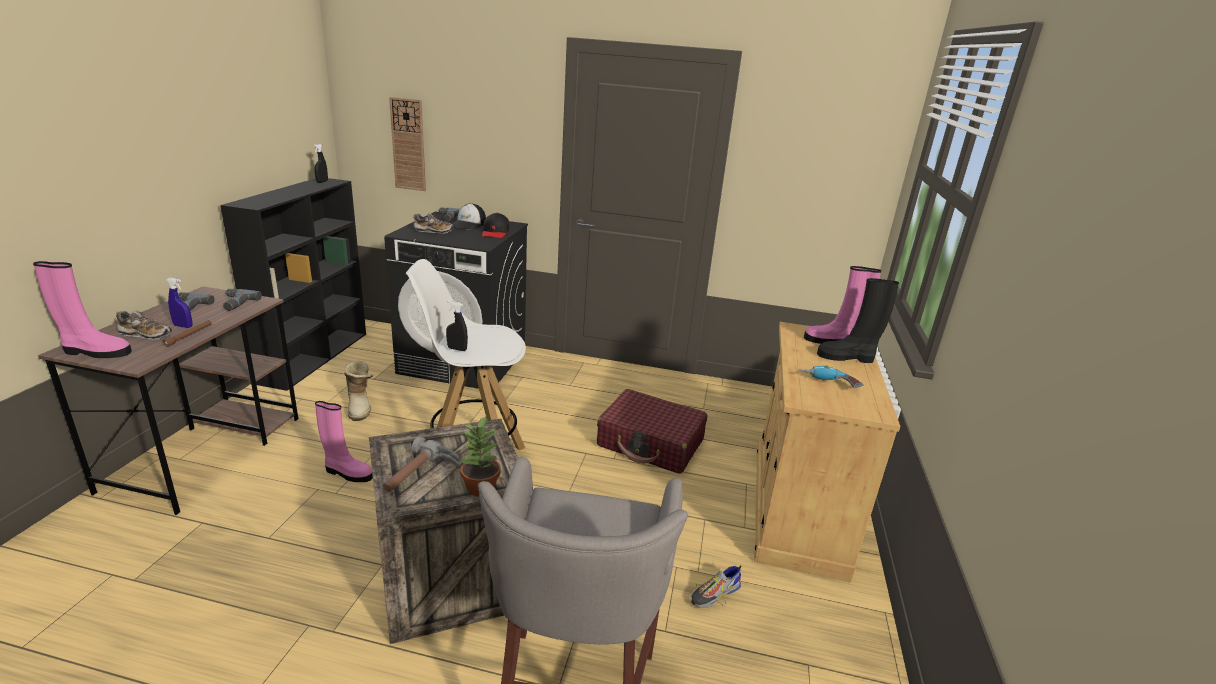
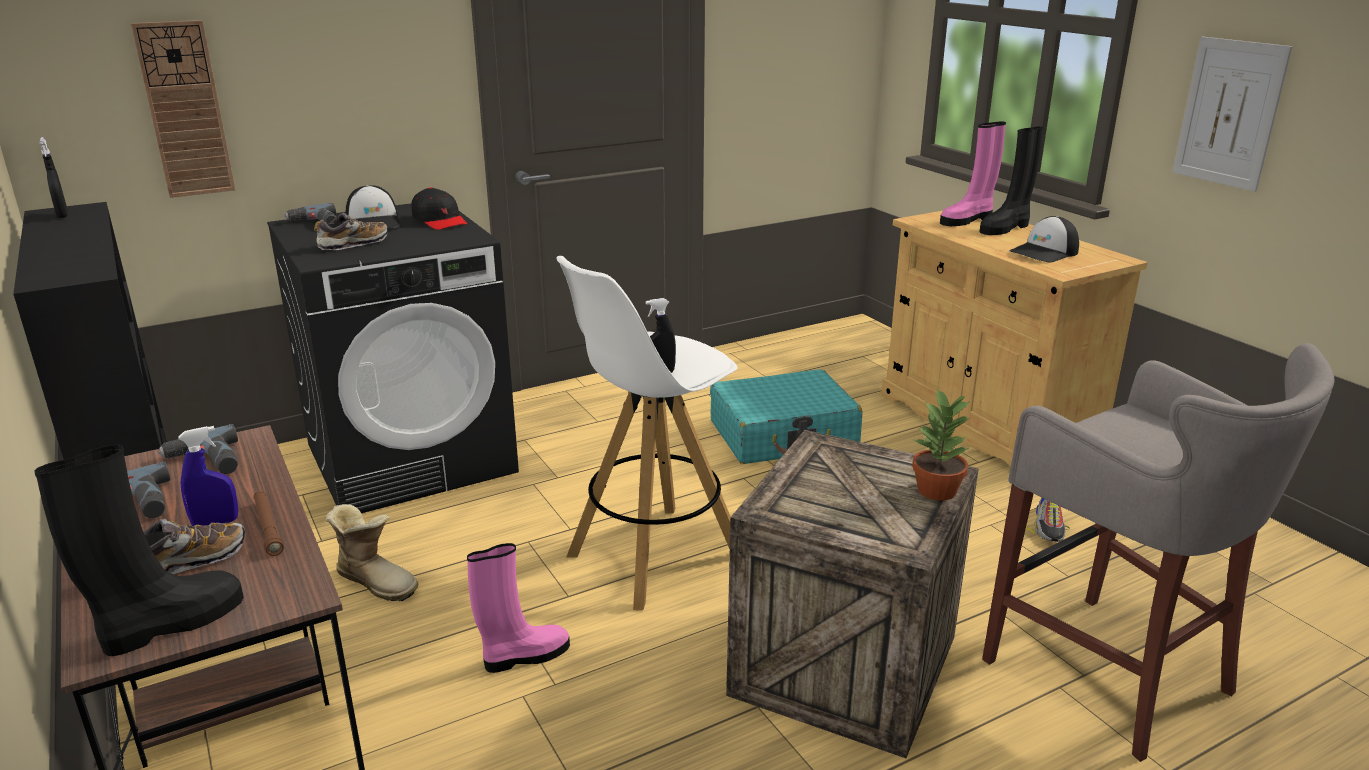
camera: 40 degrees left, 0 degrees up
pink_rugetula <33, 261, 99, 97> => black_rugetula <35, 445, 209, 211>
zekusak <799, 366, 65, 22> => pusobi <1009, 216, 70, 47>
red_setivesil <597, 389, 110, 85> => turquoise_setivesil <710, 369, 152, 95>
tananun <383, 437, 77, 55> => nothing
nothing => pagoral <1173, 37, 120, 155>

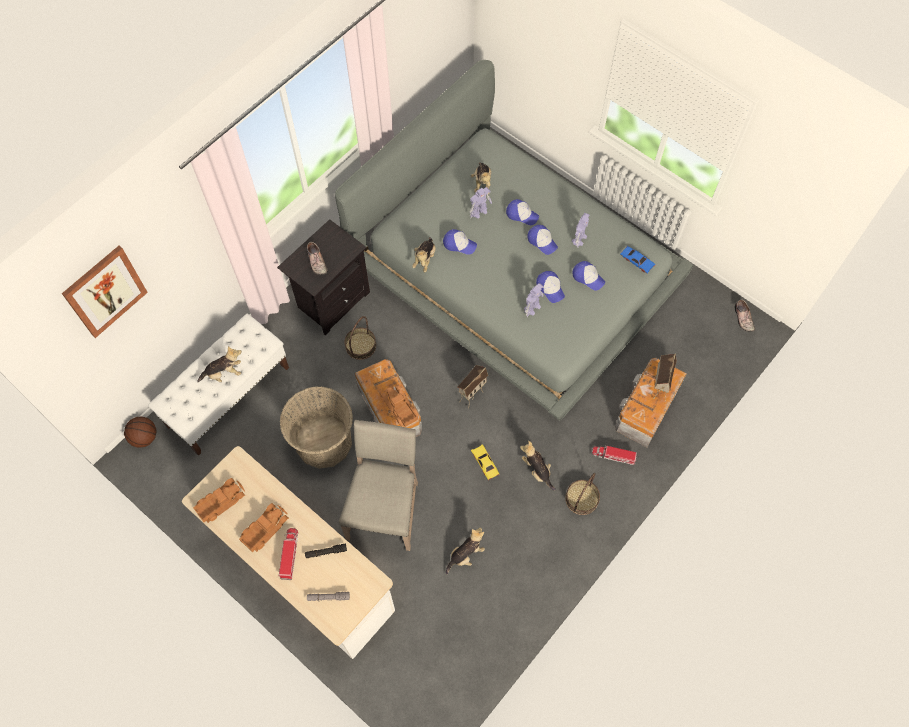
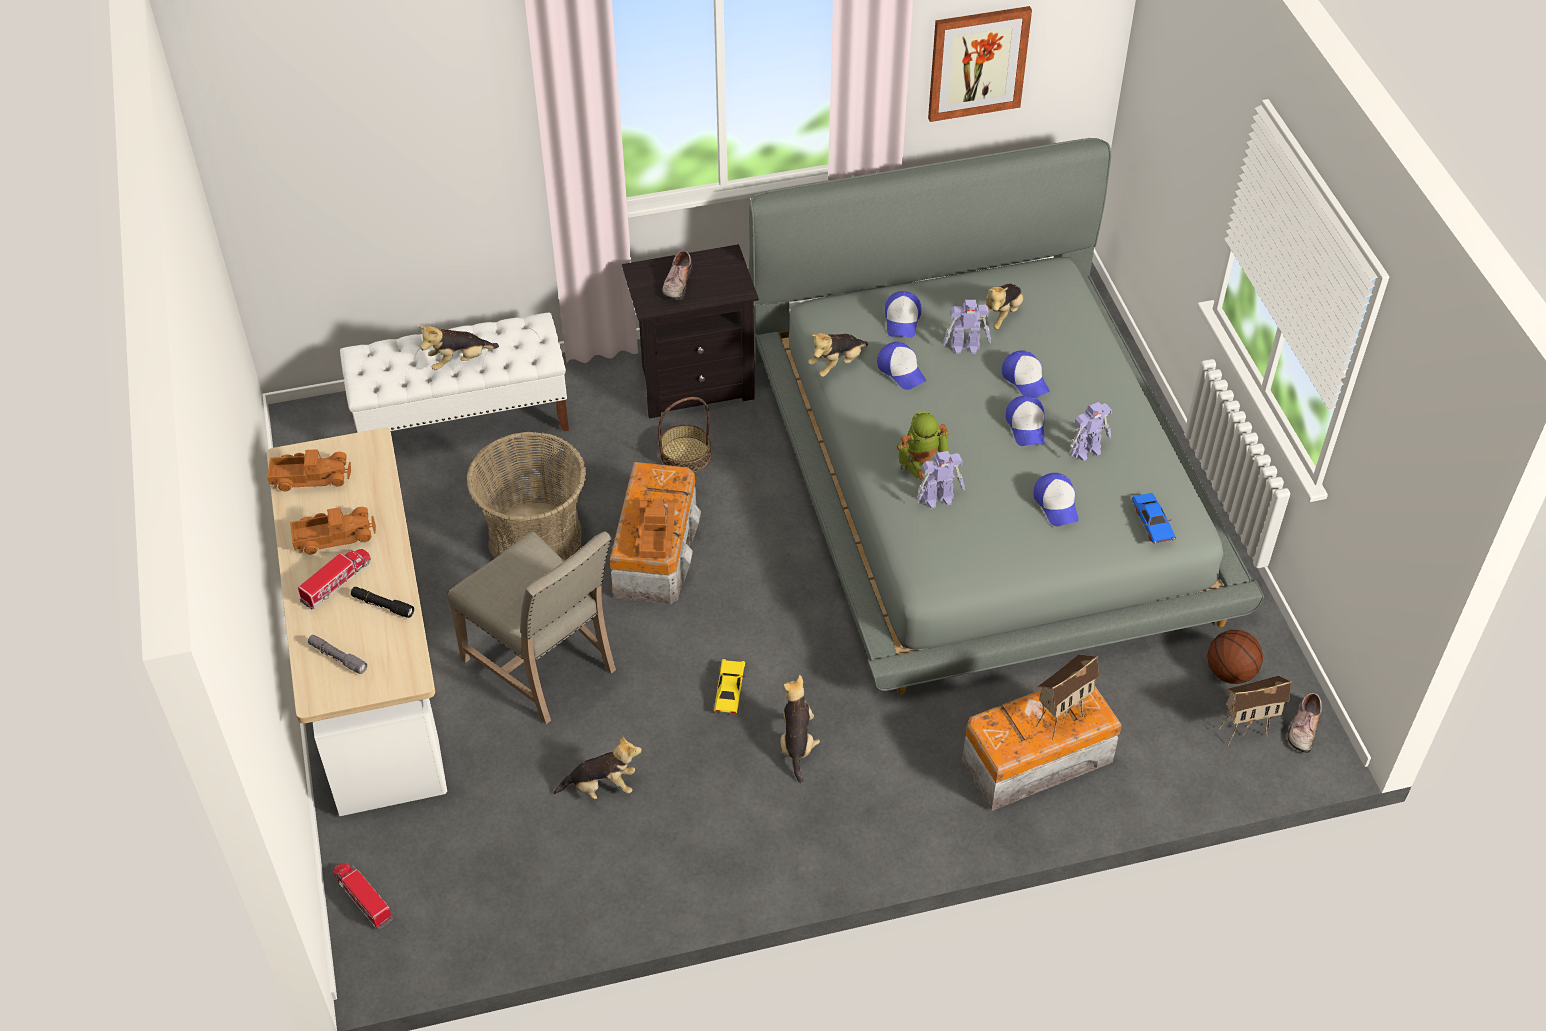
camera: 35 degrees right, 15 degrees down
pagoral <62, 246, 86, 92> => pagoral <928, 6, 104, 116>, moved
pusobi <536, 271, 29, 32> => pusobi <885, 291, 37, 47>, moved
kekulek <197, 346, 45, 36> => kekulek <419, 326, 80, 44>, 135 degrees clockwise
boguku <457, 365, 31, 44> => boguku <1218, 676, 74, 69>, moved
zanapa <124, 417, 33, 31> => zanapa <1207, 630, 56, 54>, moved
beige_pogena <339, 420, 79, 131> => beige_pogena <447, 531, 169, 193>, 90 degrees clockwise
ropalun <592, 445, 45, 20> => ropalun <333, 863, 60, 66>, moved
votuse <565, 473, 35, 42> => nothing
nothing => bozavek <897, 411, 52, 69>

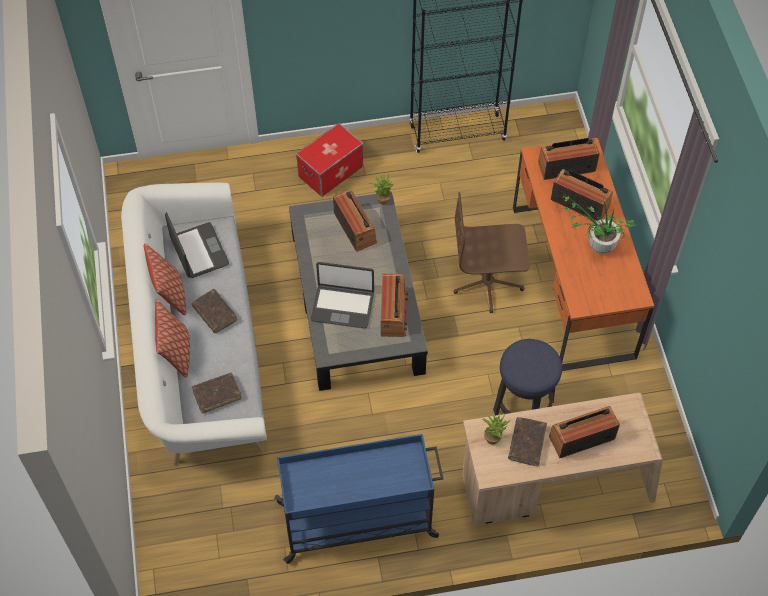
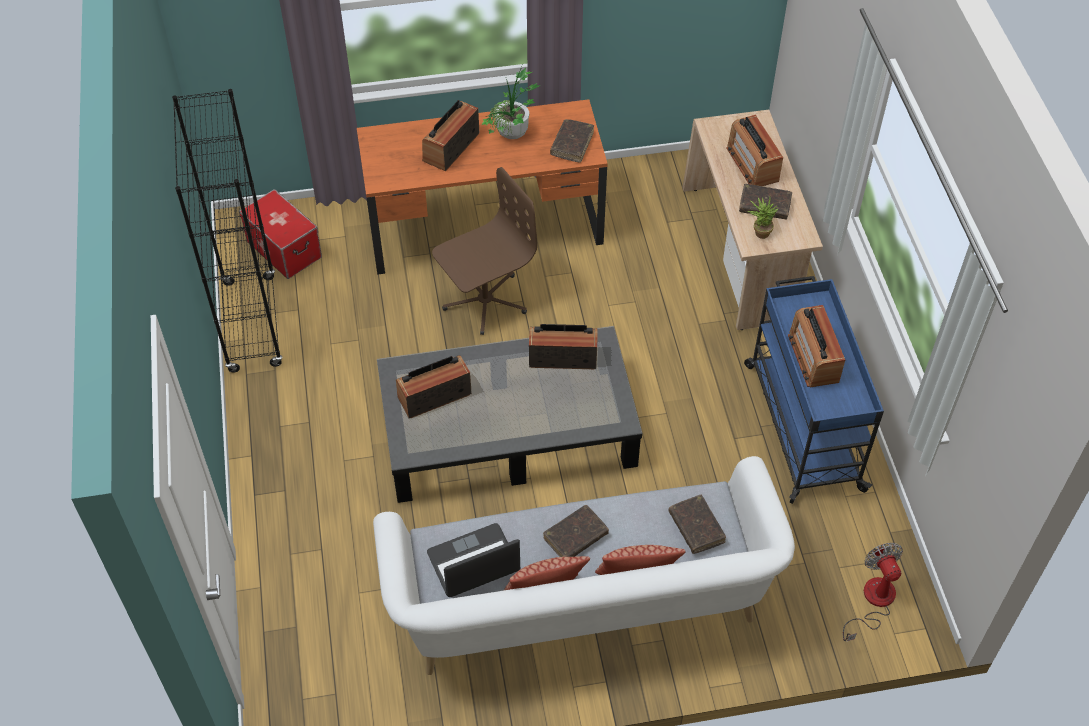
camera: 90 degrees left, 5 degrees down
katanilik <296, 123, 67, 74> => katanilik <240, 189, 82, 90>, moved
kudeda <538, 138, 62, 42> => kudeda <788, 305, 57, 82>, moved
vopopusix <369, 173, 25, 32> => nothing
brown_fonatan <453, 192, 77, 121> => brown_fonatan <432, 167, 105, 168>, 120 degrees counterclockwise
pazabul <311, 262, 63, 66> => nothing
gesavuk <493, 339, 69, 77> => nothing
nothing => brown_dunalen <550, 119, 44, 44>
nothing => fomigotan <843, 543, 60, 98>

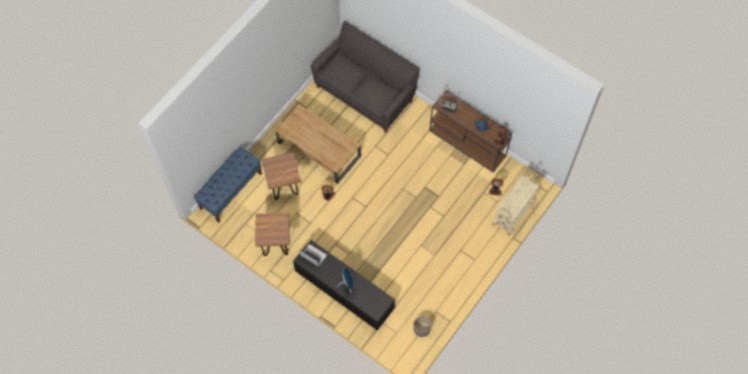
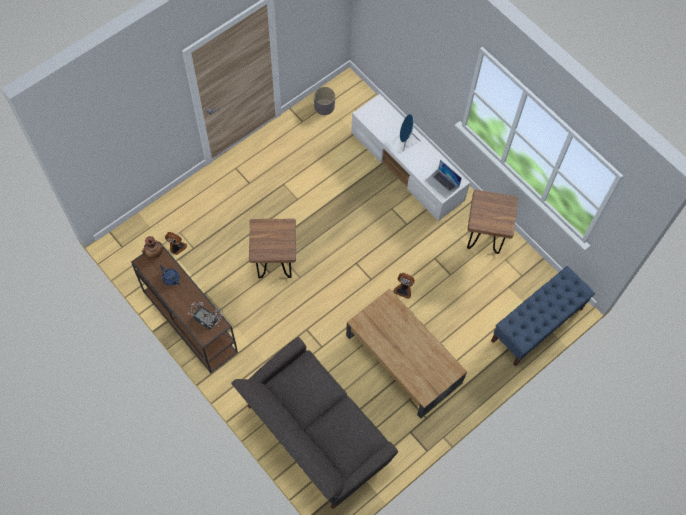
camera: 170 degrees left, 0 degrees up
brown_gesavuk <262, 152, 39, 48> => brown_gesavuk <249, 219, 47, 59>, moved
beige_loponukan <492, 174, 47, 61> => nothing
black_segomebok <293, 240, 102, 91> => white_segomebok <351, 94, 119, 127>

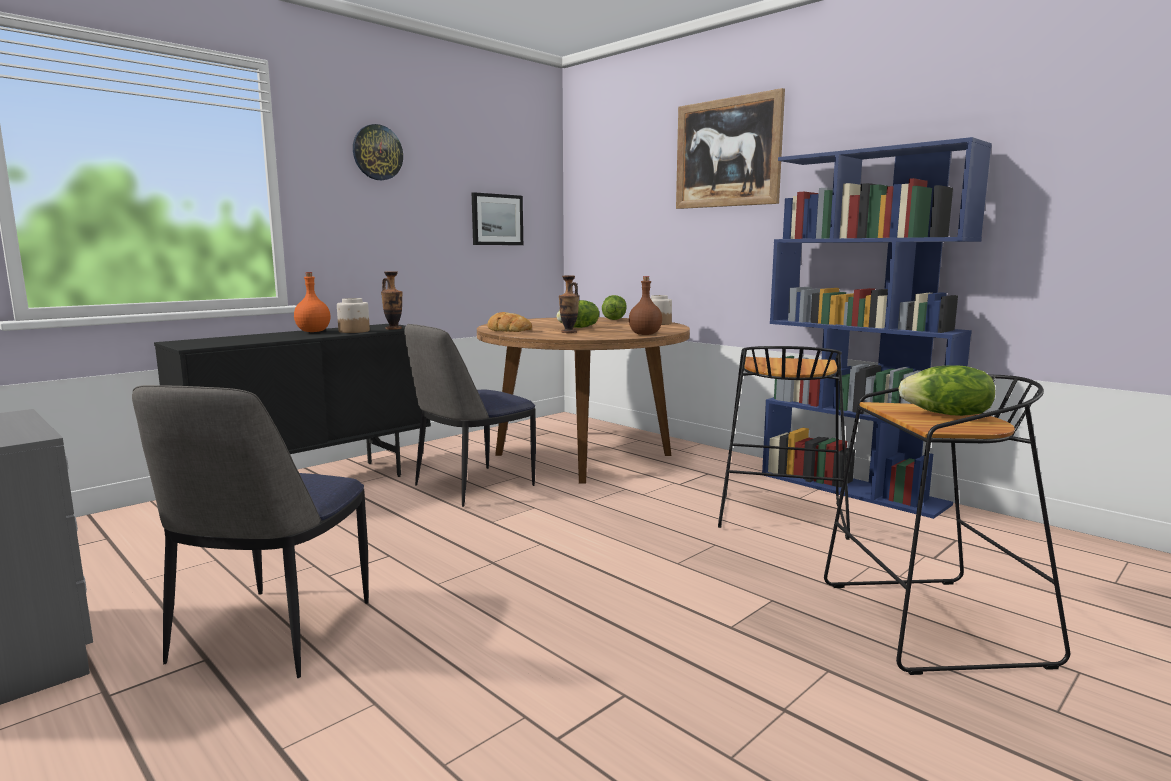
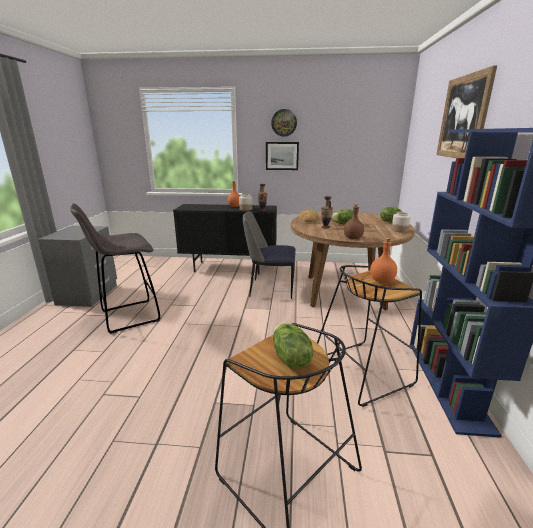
camera: 50 degrees right, 10 degrees up
pagoral <472, 192, 51, 53> => pagoral <266, 142, 33, 28>, moved
pogena <132, 385, 237, 293> => grey_gesavuk <70, 203, 90, 131>
nothing => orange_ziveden <370, 238, 27, 45>

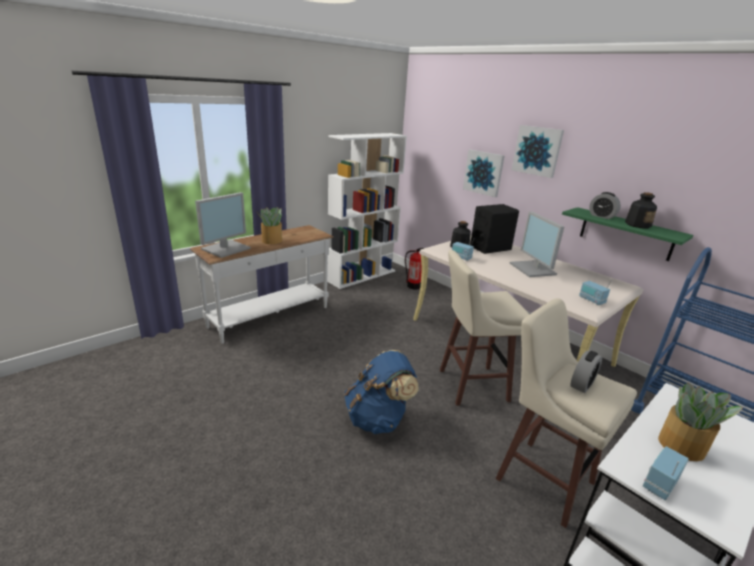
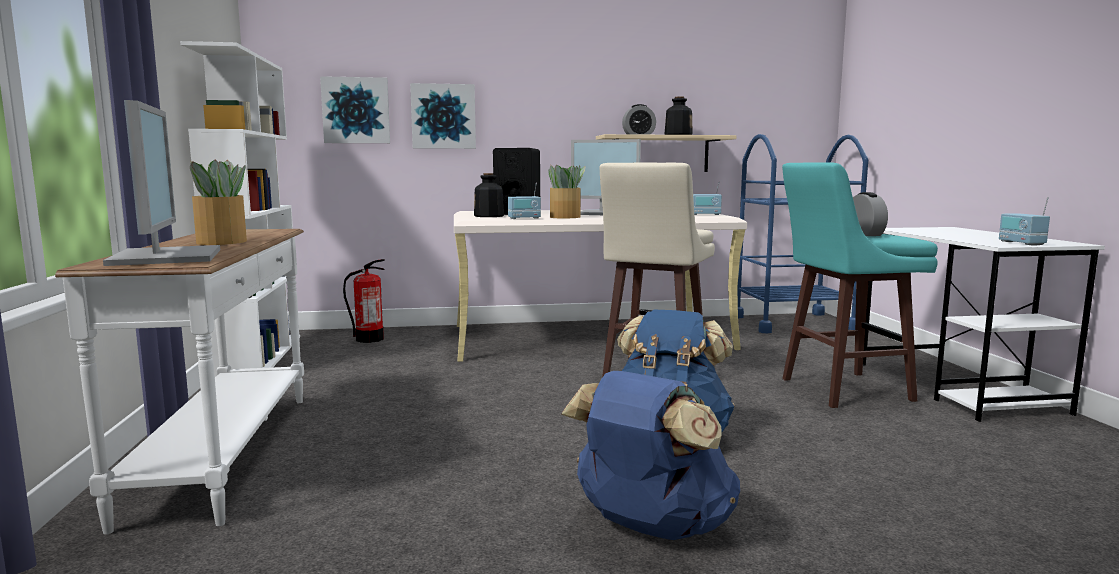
camera: 55 degrees left, 15 degrees down
pagoral <512, 125, 52, 53> => pagoral <320, 76, 70, 67>, moved
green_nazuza <562, 207, 132, 54> => beige_nazuza <596, 134, 141, 38>
beige_gesavuk <496, 298, 141, 230> => turquoise_gesavuk <782, 162, 156, 246>
vopopusix <658, 383, 85, 78> => vopopusix <548, 165, 37, 53>, moved
nothing => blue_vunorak <561, 371, 179, 169>

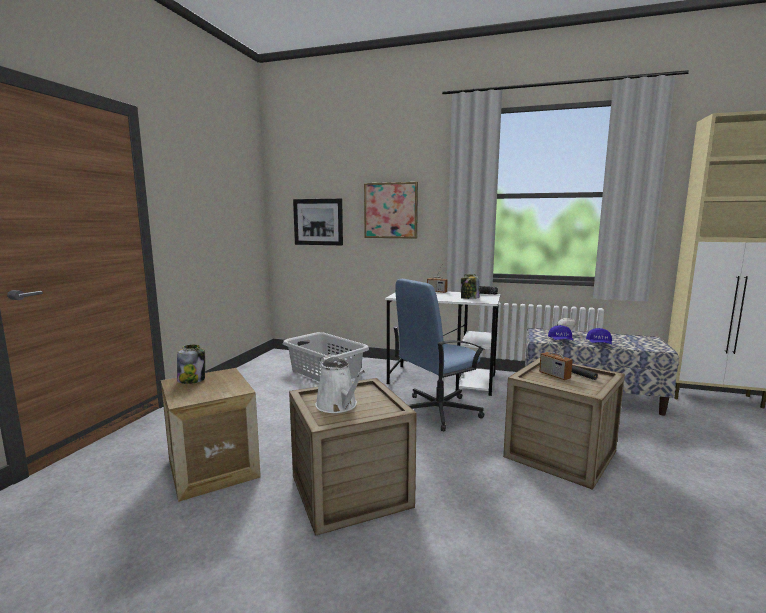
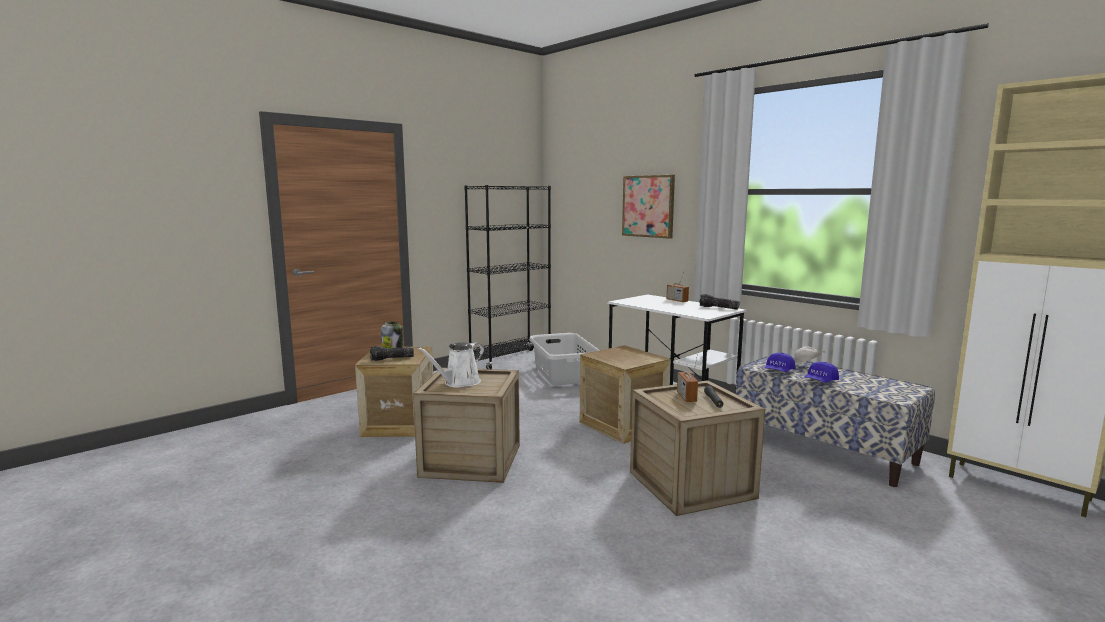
camera: 30 degrees right, 0 degrees up
pagoral <293, 198, 50, 47> => nothing
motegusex <461, 274, 19, 25> => nothing
blue_fonatan <393, 279, 92, 152> => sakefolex <580, 345, 91, 99>
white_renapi <315, 356, 50, 57> => white_renapi <417, 342, 67, 46>, 45 degrees clockwise
nothing => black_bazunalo <464, 185, 87, 184>
nothing => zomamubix <370, 346, 44, 15>

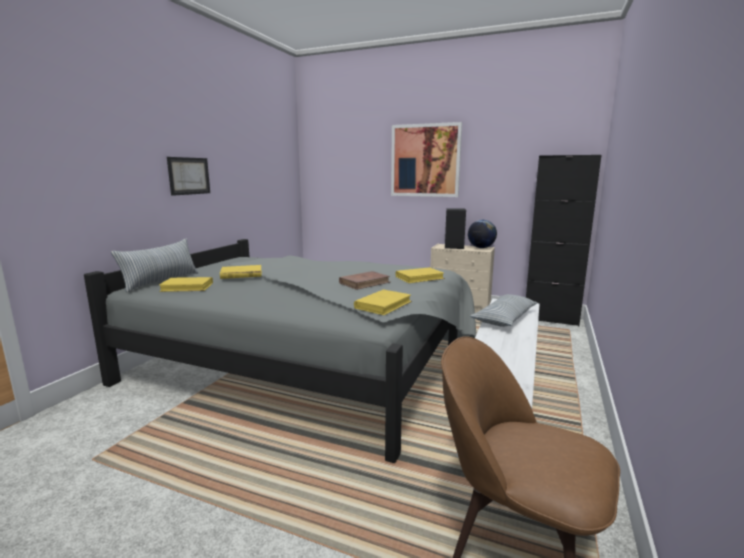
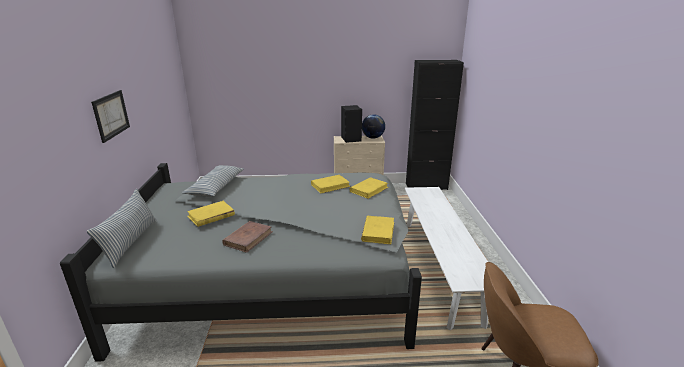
camera: 25 degrees left, 10 degrees up
pagoral <391, 122, 71, 75> => nothing
brown_dunalen <339, 271, 51, 19> => brown_dunalen <222, 221, 51, 32>, moved
yellow_dunalen <159, 277, 54, 15> => yellow_dunalen <311, 175, 40, 19>, moved
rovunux <470, 294, 68, 33> => rovunux <182, 165, 62, 32>, moved

